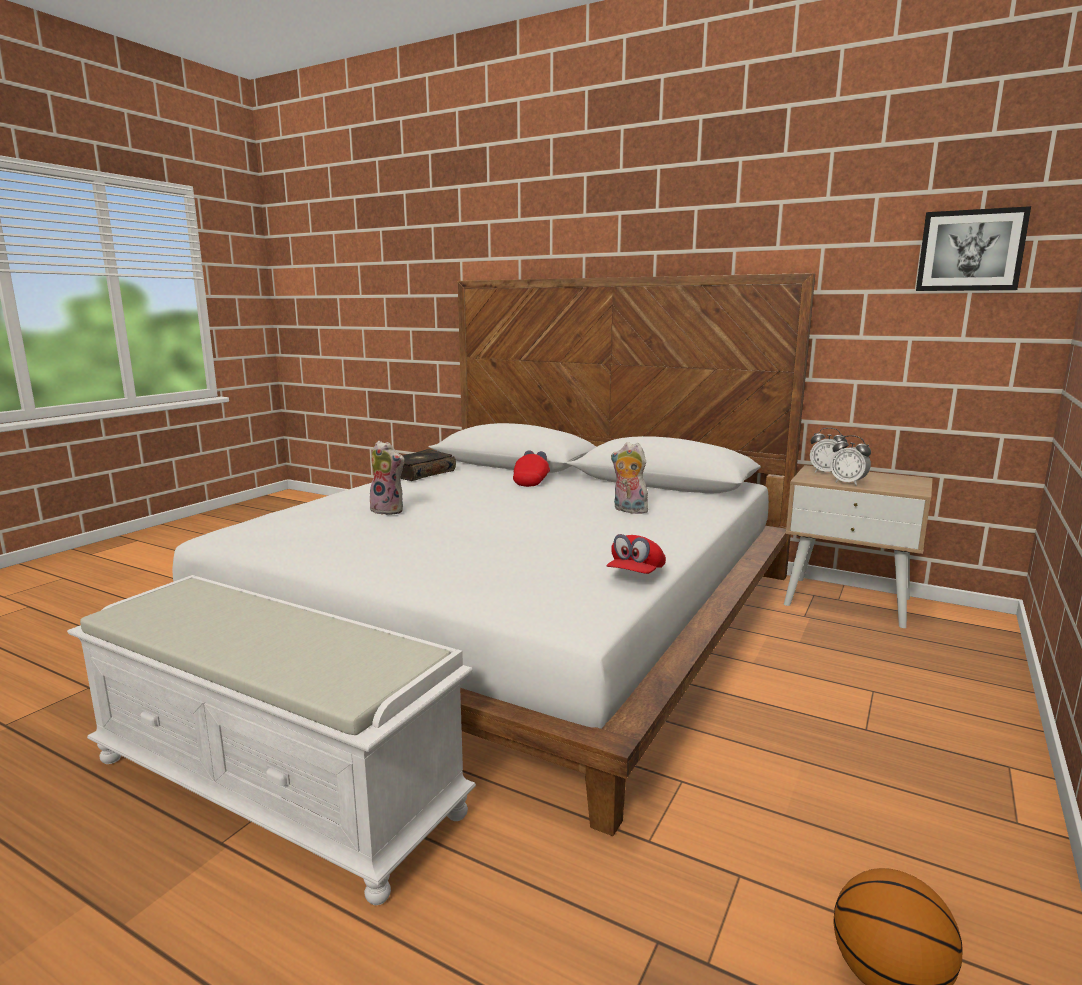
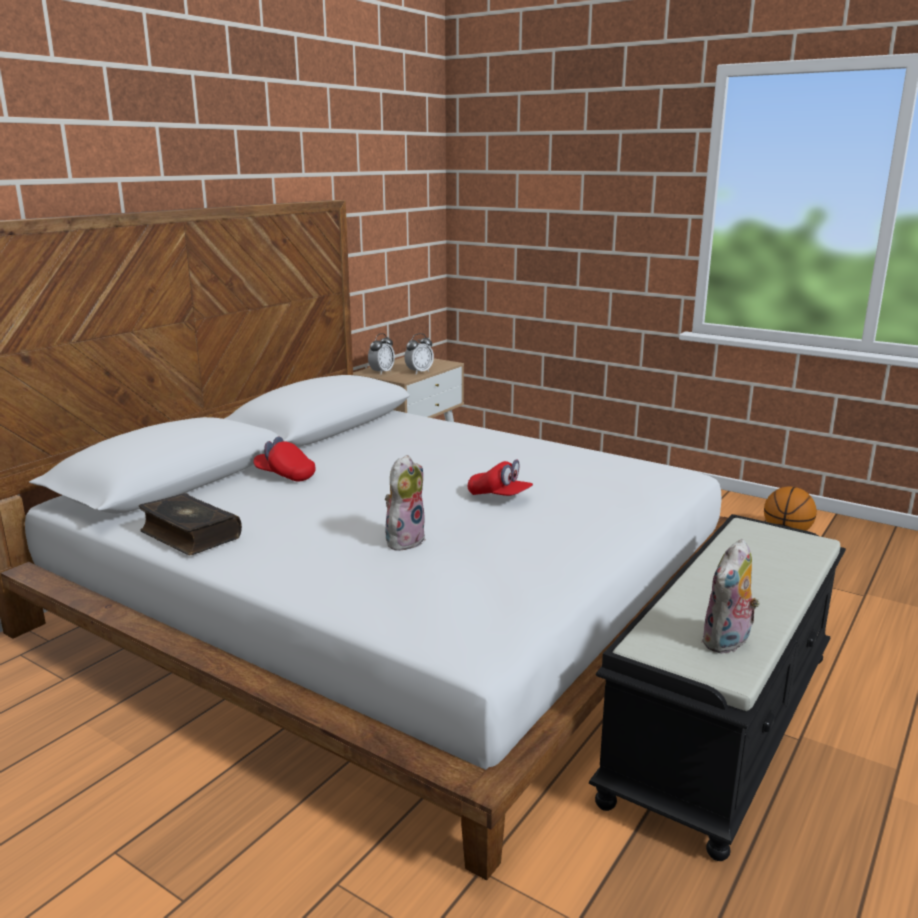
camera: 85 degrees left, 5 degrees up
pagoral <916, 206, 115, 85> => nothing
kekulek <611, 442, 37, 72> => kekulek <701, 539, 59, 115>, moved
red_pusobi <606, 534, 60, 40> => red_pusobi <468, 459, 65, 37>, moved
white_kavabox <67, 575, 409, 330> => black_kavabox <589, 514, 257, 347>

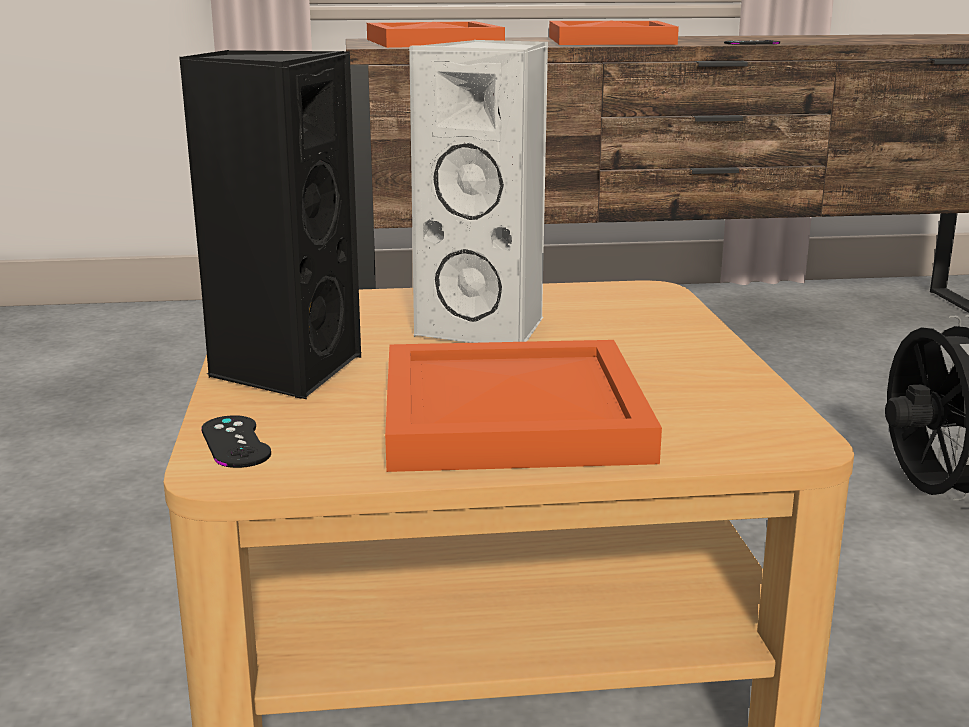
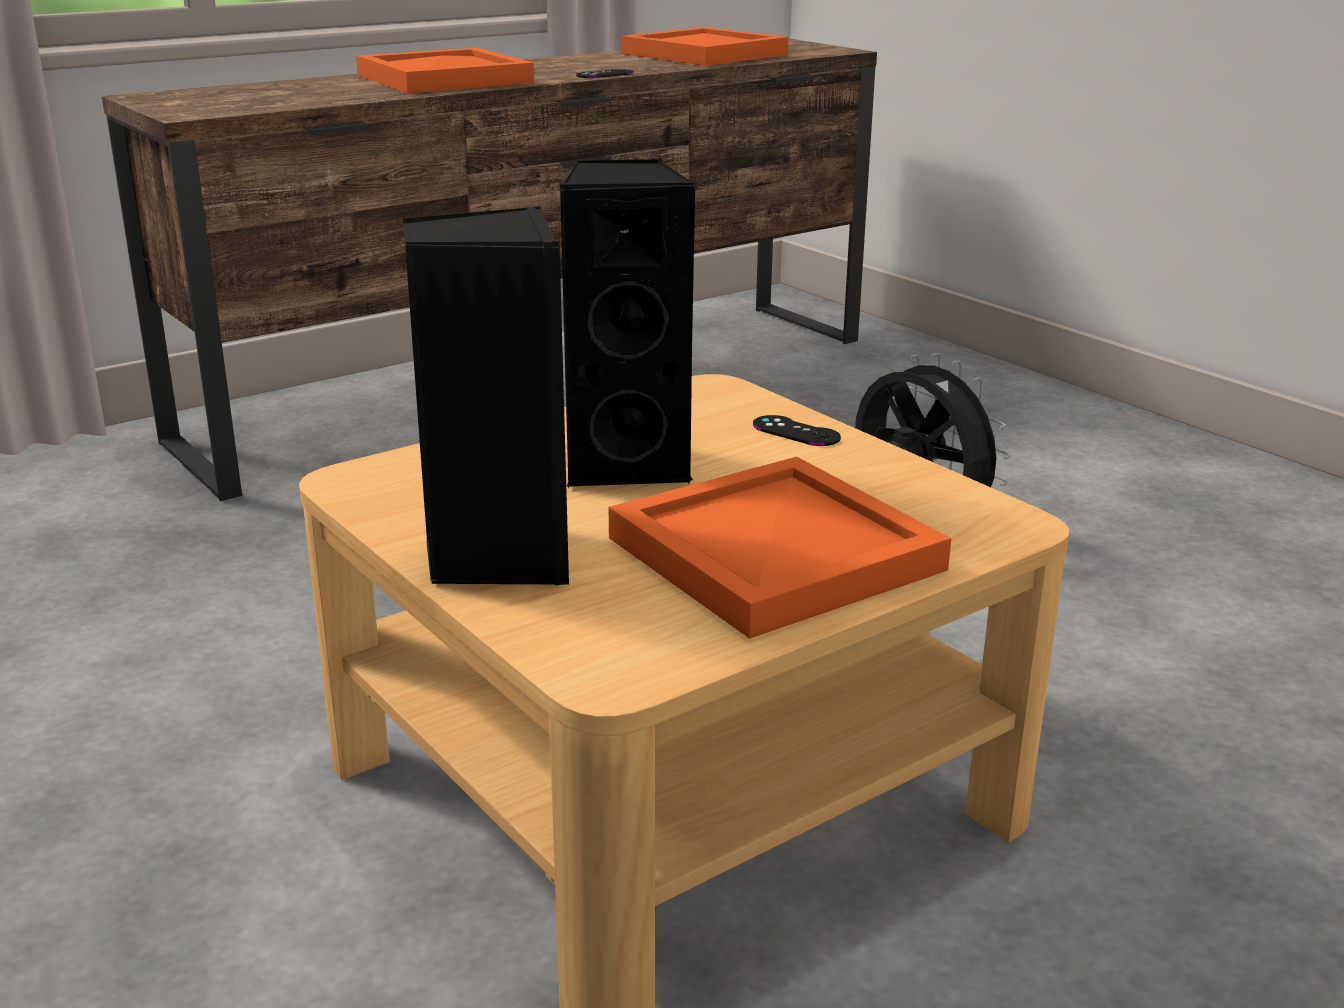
camera: 30 degrees left, 5 degrees up
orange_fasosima <367, 21, 138, 27> => orange_fasosima <621, 27, 168, 39>, moved
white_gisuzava <409, 40, 139, 303> => black_gisuzava <558, 159, 139, 329>
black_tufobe <201, 415, 70, 53> => black_tufobe <753, 415, 88, 31>, moved

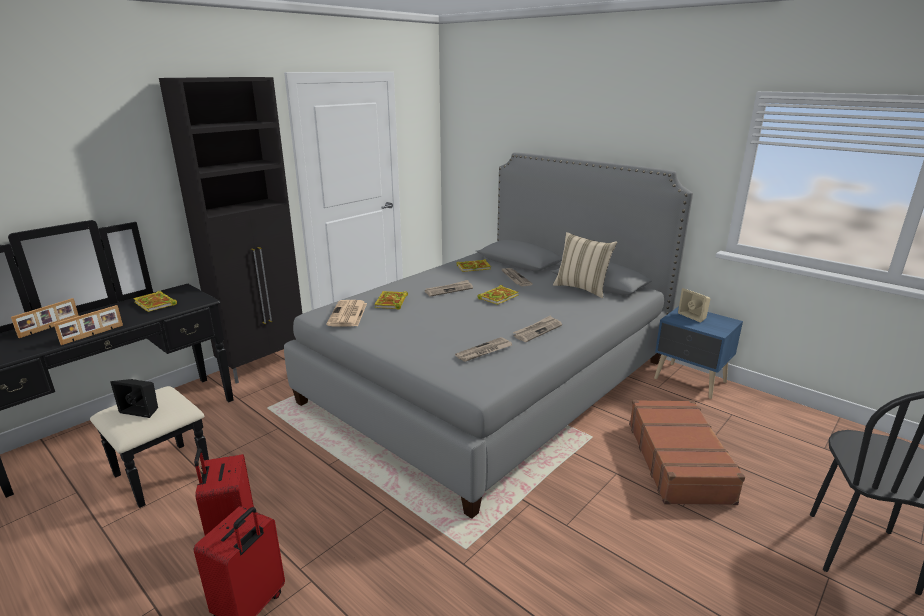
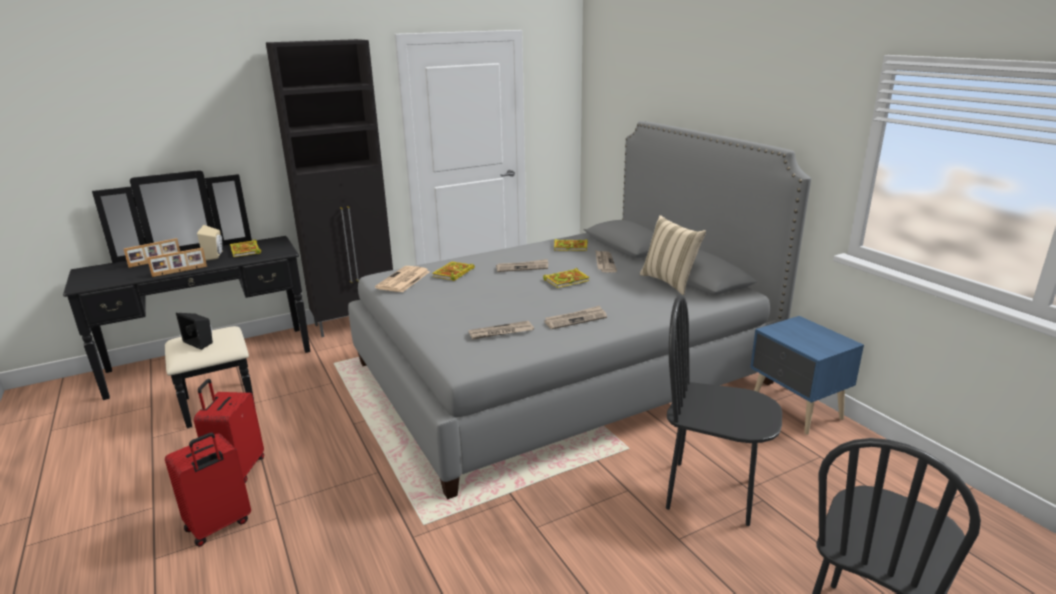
camera: 20 degrees right, 0 degrees up
beige_gisuzava <678, 288, 32, 34> => beige_gisuzava <197, 225, 26, 36>, moved
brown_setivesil <629, 400, 116, 105> => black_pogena <666, 295, 116, 231>

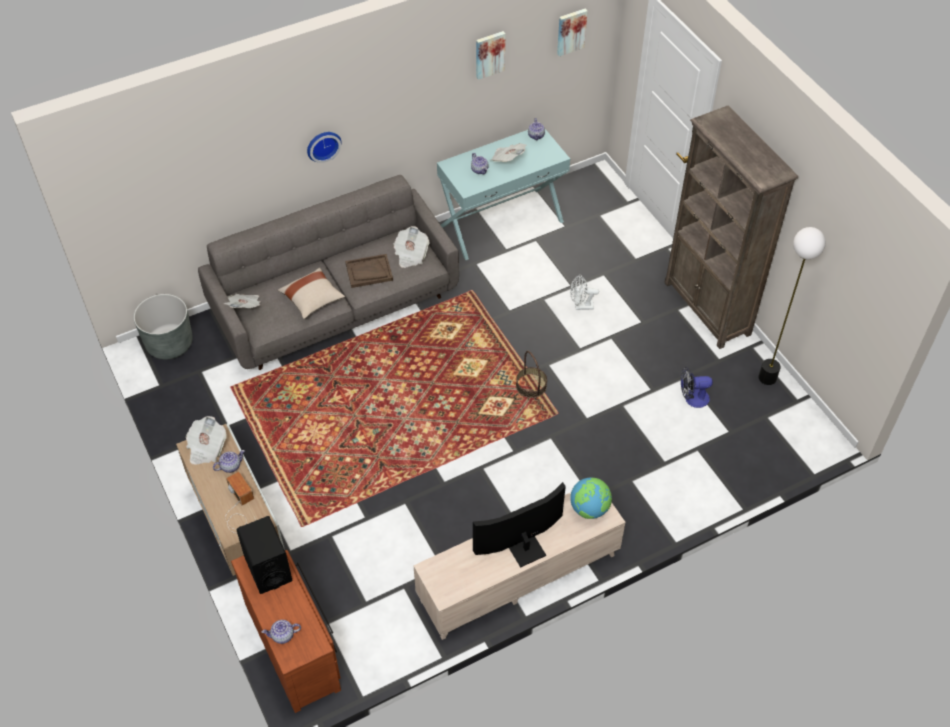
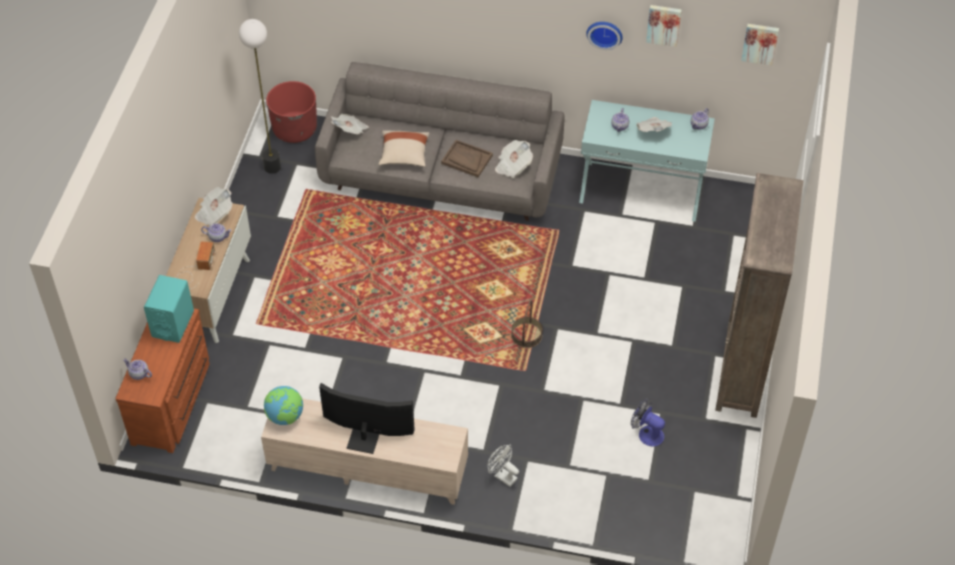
camera: 40 degrees right, 0 degrees up
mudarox <307, 132, 35, 31> => mudarox <586, 22, 37, 28>, moved
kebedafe <758, 227, 68, 158> => kebedafe <239, 19, 42, 155>, moved
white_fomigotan <570, 274, 29, 36> => white_fomigotan <487, 445, 32, 42>, moved
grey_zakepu <133, 294, 60, 66> => red_zakepu <266, 81, 51, 62>
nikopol <570, 478, 42, 41> => nikopol <264, 386, 39, 39>, moved
black_gisuzava <236, 516, 56, 78> => turquoise_gisuzava <144, 275, 50, 68>

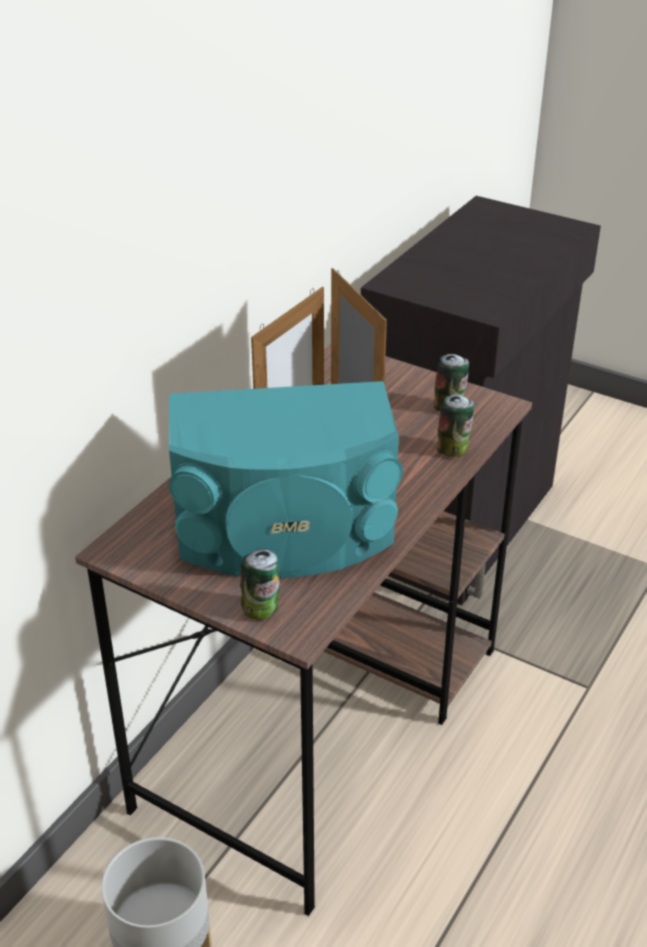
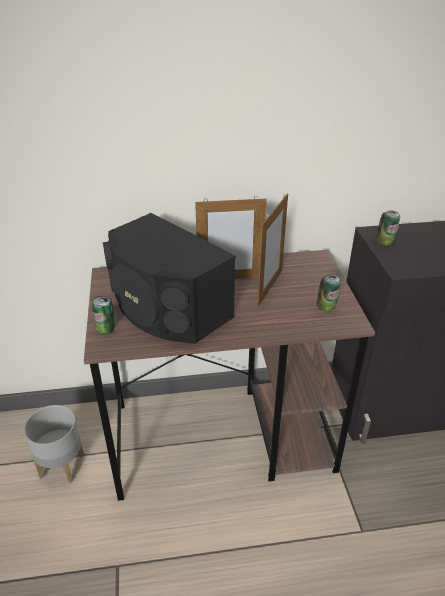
camera: 50 degrees right, 0 degrees up
turquoise_gisuzava <169, 381, 234, 197> => black_gisuzava <103, 213, 133, 131>
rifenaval <437, 395, 37, 62> => rifenaval <376, 211, 24, 35>, moved

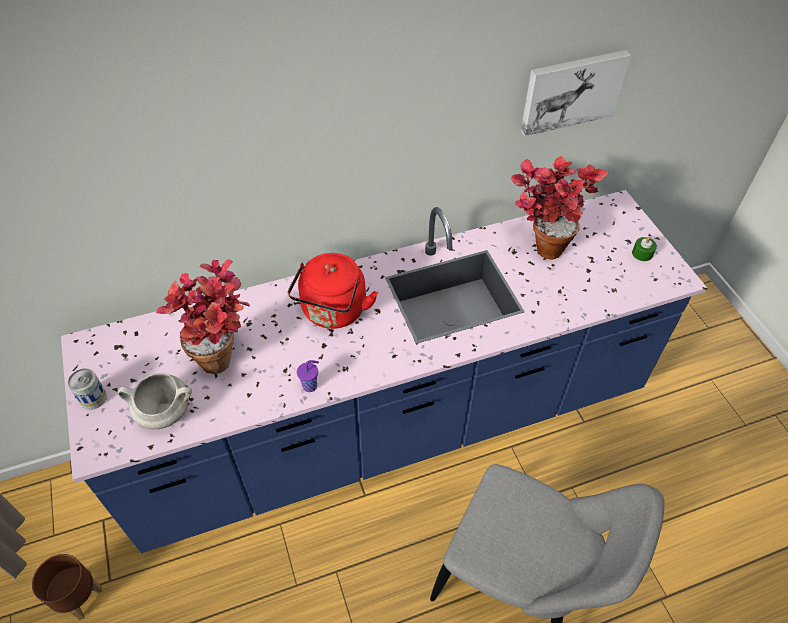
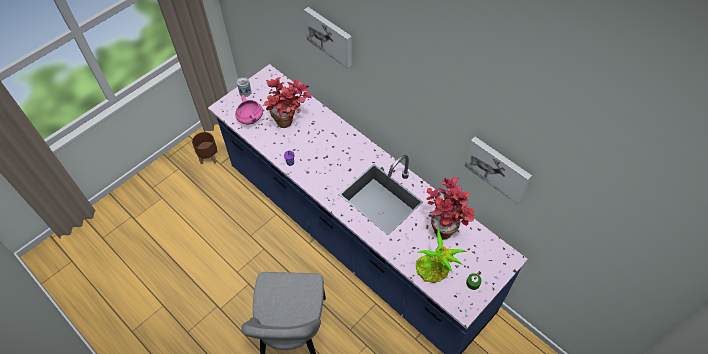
camera: 65 degrees right, 5 degrees up
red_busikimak <288, 253, 90, 76> => nothing
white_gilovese <118, 373, 74, 56> => pink_gilovese <235, 95, 28, 29>
nothing => pagoral <304, 7, 48, 62>
nothing => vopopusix <416, 228, 52, 55>

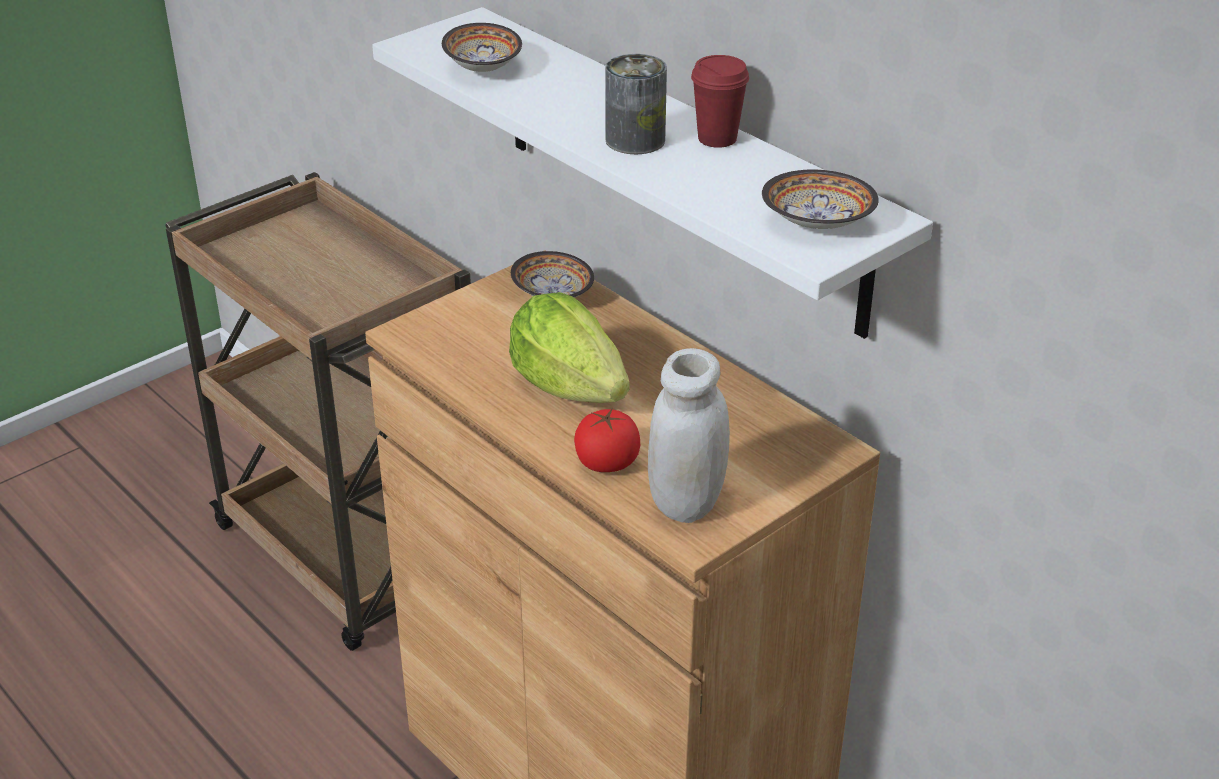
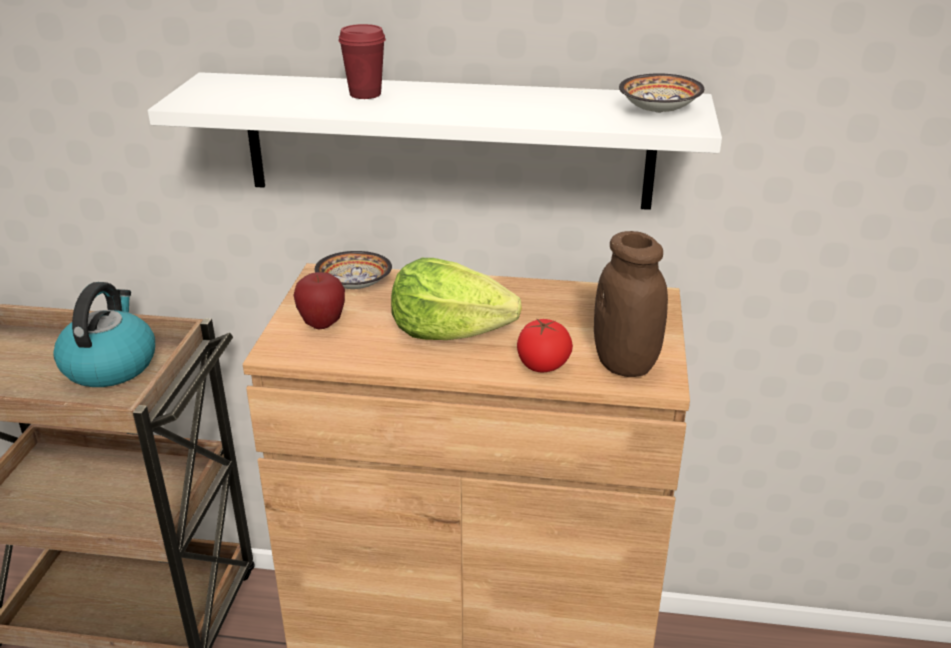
camera: 40 degrees left, 5 degrees down
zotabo <442, 23, 80, 49> => nothing
rifenaval <605, 54, 62, 100> => nothing
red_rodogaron <691, 55, 58, 93> => red_rodogaron <338, 24, 48, 75>, moved
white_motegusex <648, 348, 82, 175> => brown_motegusex <594, 231, 74, 146>
nothing => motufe <293, 272, 52, 57>
nothing => busikimak <53, 282, 102, 105>

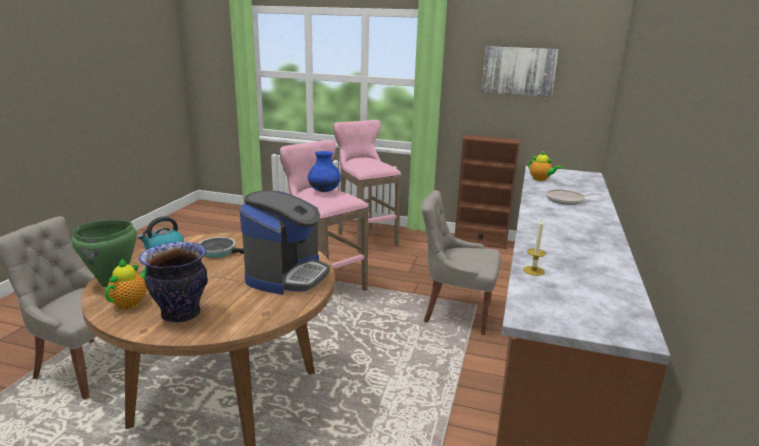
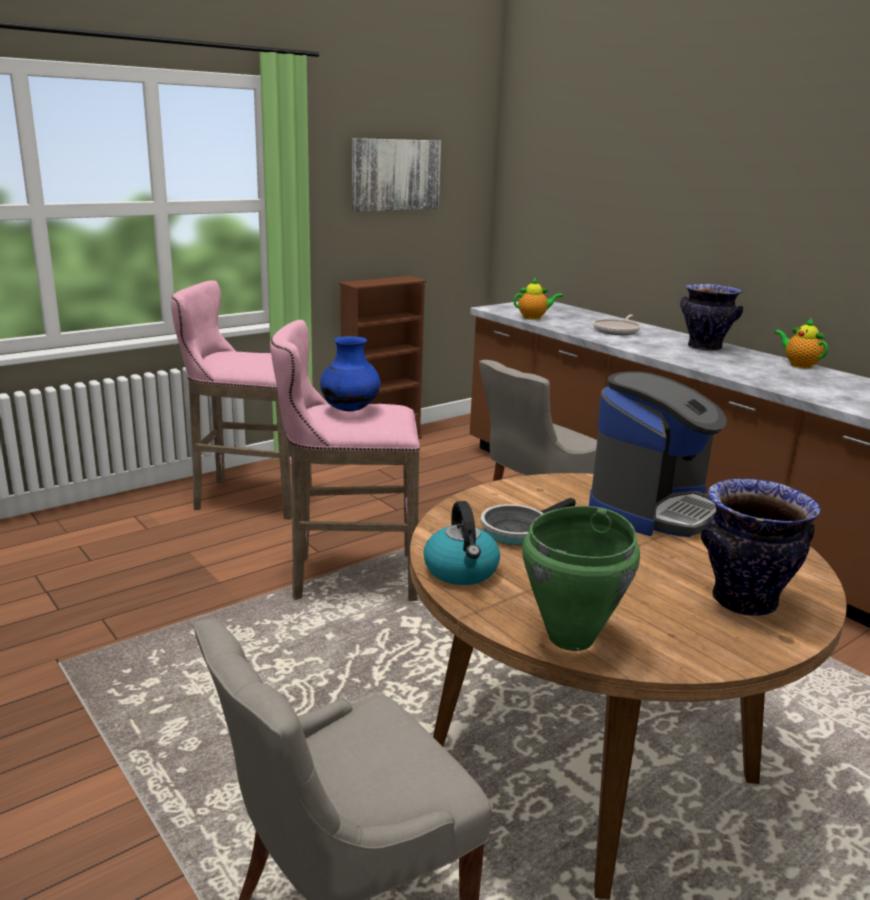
camera: 55 degrees left, 0 degrees up
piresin <240, 190, 90, 105> => piresin <589, 371, 137, 166>, 75 degrees clockwise
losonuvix <523, 219, 23, 57> => nothing
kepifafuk <105, 259, 41, 50> => kepifafuk <774, 318, 54, 50>, moved
nothing => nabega <680, 284, 63, 67>

